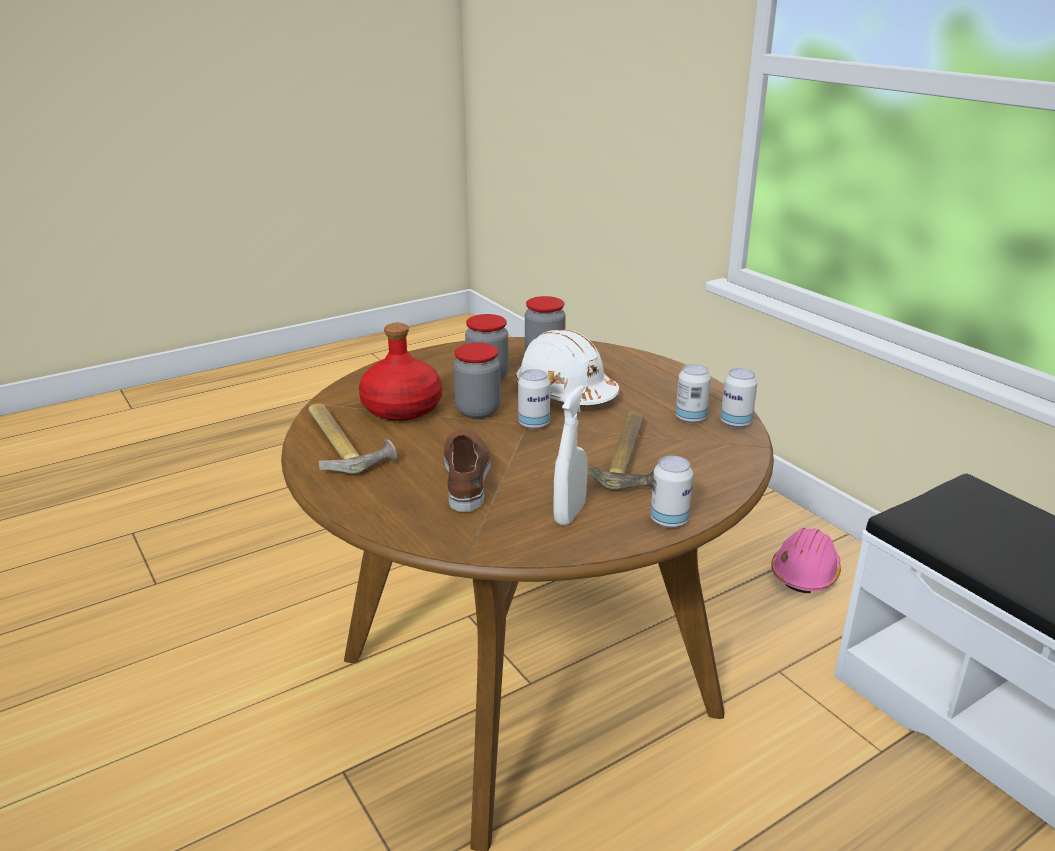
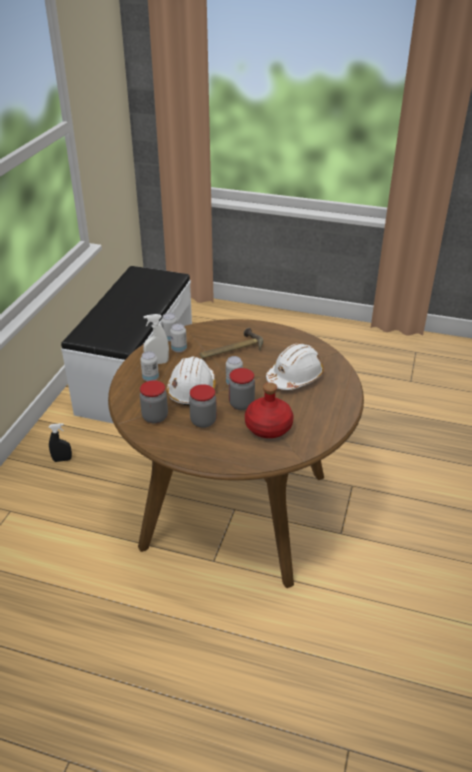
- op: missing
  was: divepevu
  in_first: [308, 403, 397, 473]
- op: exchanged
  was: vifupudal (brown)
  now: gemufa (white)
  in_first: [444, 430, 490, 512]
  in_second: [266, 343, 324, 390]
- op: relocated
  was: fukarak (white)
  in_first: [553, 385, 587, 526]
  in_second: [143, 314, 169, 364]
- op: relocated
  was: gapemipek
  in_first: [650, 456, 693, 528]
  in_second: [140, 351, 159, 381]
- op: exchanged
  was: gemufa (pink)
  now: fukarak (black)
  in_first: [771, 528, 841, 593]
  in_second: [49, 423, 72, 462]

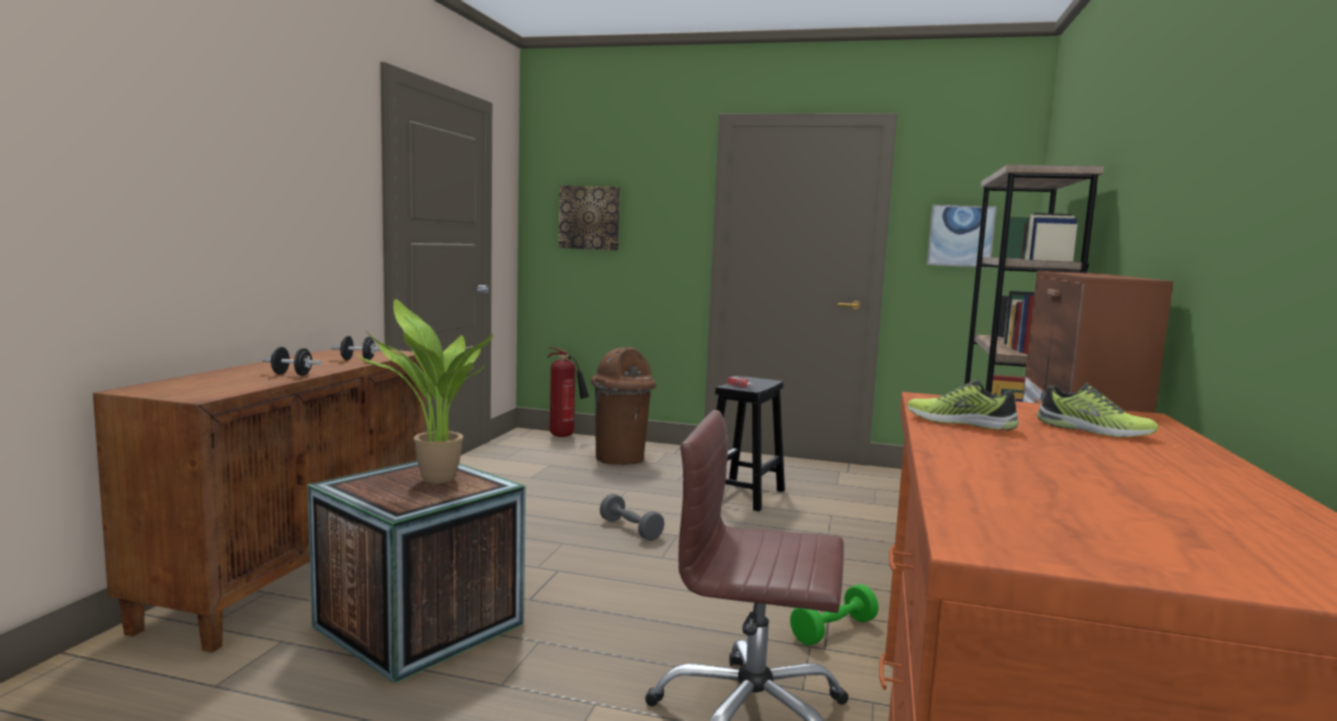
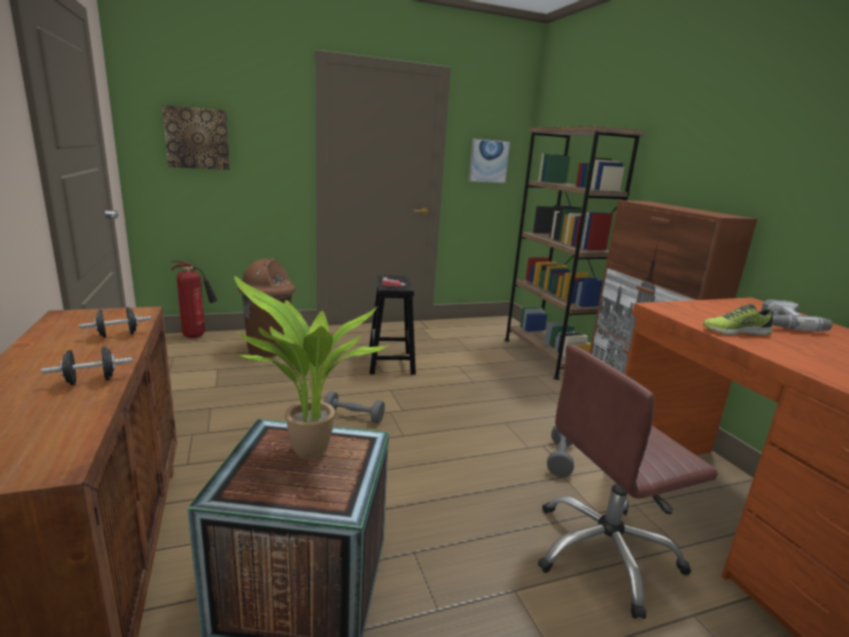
- op: colour
  was: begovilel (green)
  now: begovilel (grey)
  in_first: [790, 584, 879, 646]
  in_second: [547, 425, 574, 477]
- op: exchanged
  was: vifupudal
  now: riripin
  in_first: [1037, 383, 1158, 437]
  in_second: [761, 300, 832, 331]

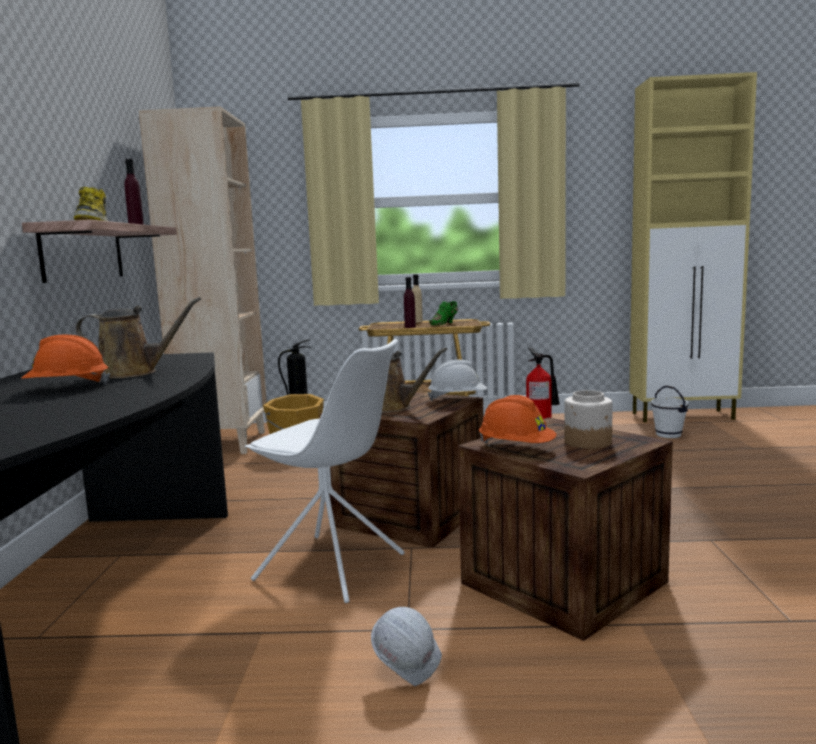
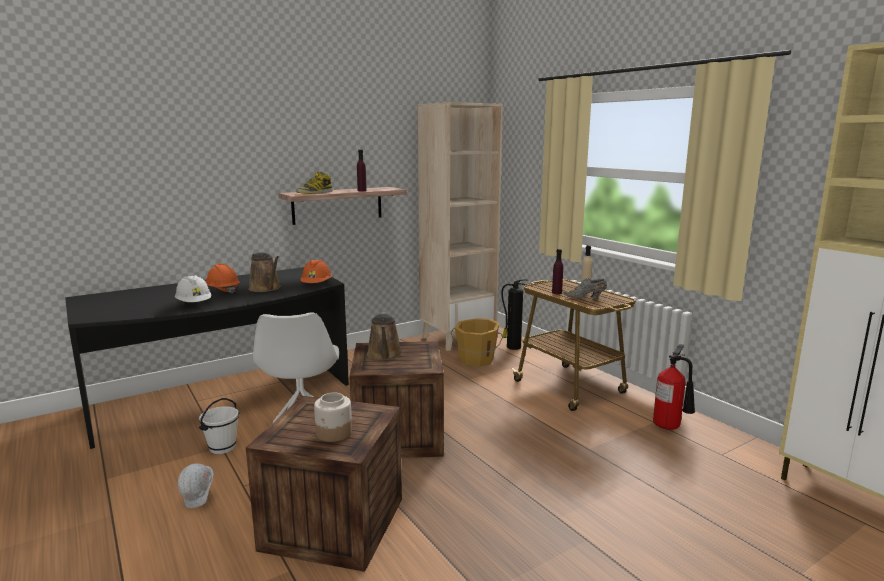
- op: relocated
  was: gemufa (white)
  in_first: [427, 360, 487, 401]
  in_second: [175, 275, 211, 302]
- op: colour
  was: vifupudal (green)
  now: vifupudal (grey)
  in_first: [429, 301, 458, 325]
  in_second: [563, 278, 607, 299]
- op: relocated
  was: gemufa (orange)
  in_first: [479, 395, 556, 443]
  in_second: [300, 260, 332, 283]
- op: relocated
  was: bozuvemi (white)
  in_first: [651, 386, 689, 438]
  in_second: [199, 398, 239, 454]

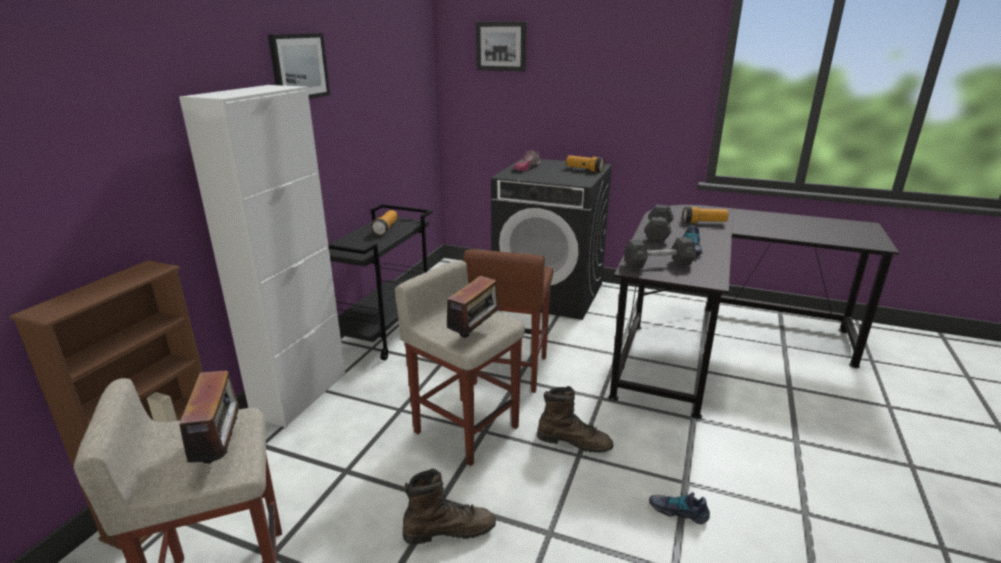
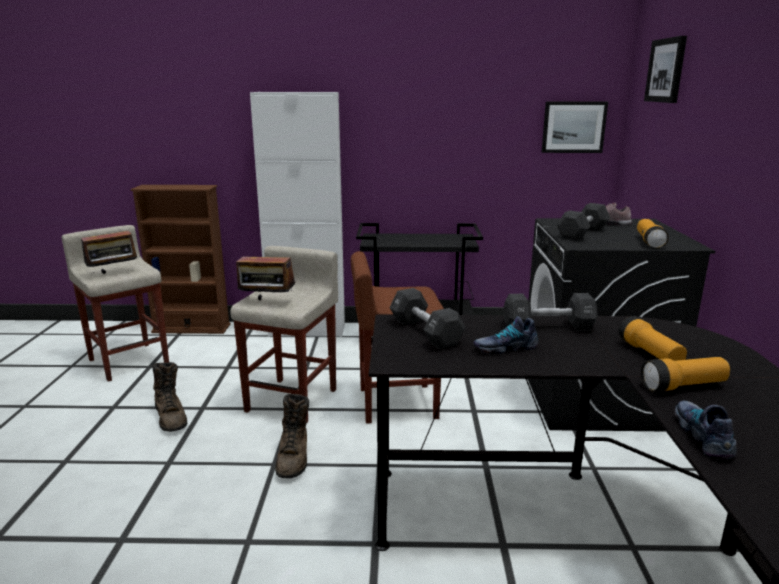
- op: relocated
  was: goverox
  in_first: [268, 33, 330, 99]
  in_second: [542, 102, 608, 153]
- op: relocated
  was: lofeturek
  in_first: [371, 210, 397, 236]
  in_second: [641, 357, 730, 392]
- op: relocated
  was: vifupudal
  in_first: [649, 492, 710, 524]
  in_second: [675, 401, 736, 460]
- op: appeared
  now: begovilel (black)
  in_second: [557, 203, 610, 240]

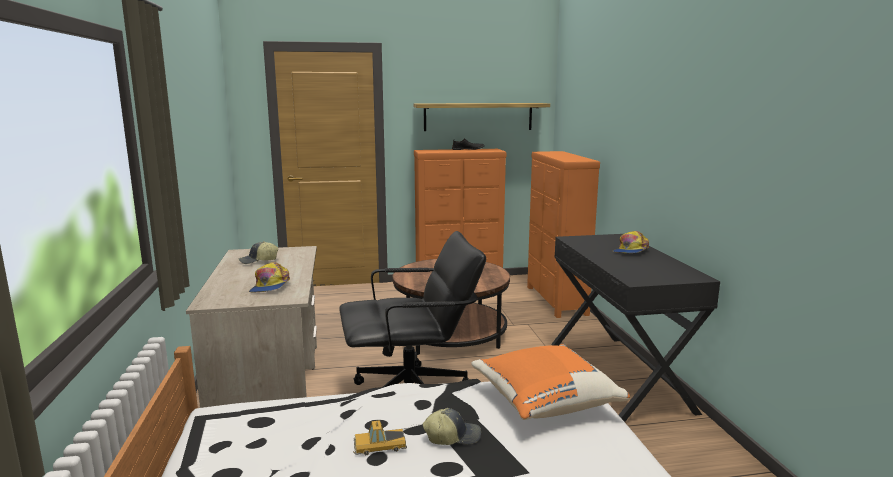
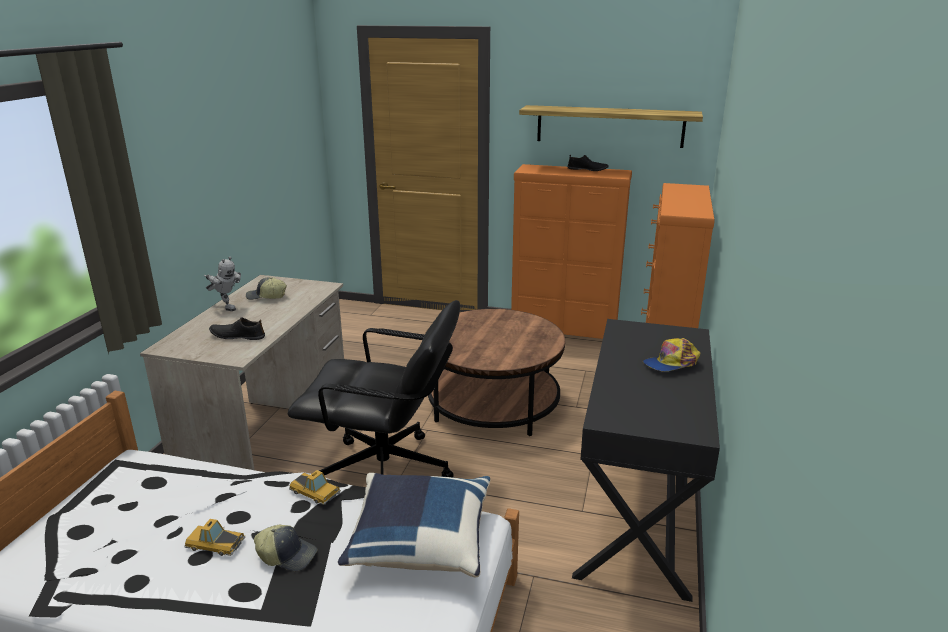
- op: exchanged
  was: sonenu
  now: vifupudal (black)
  in_first: [249, 262, 290, 293]
  in_second: [209, 317, 265, 340]
- op: colour
  was: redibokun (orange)
  now: redibokun (blue)
  in_first: [471, 344, 630, 420]
  in_second: [338, 473, 490, 577]
- op: appeared
  now: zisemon
  in_second: [204, 256, 241, 311]
- op: appeared
  now: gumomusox
  in_second: [289, 470, 341, 505]

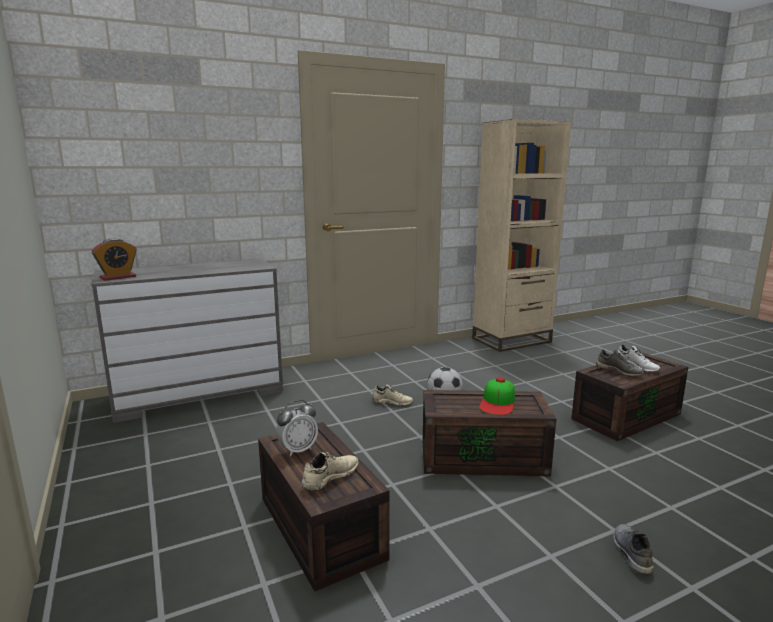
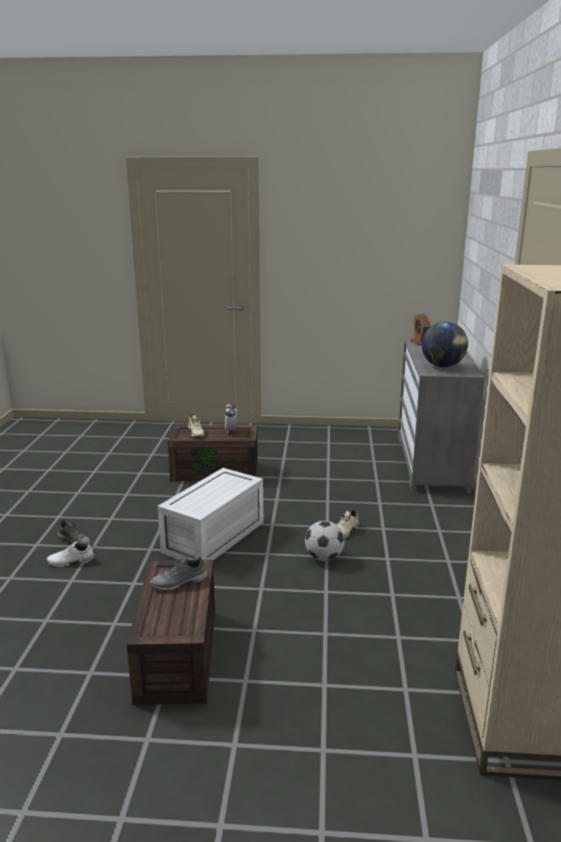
- op: colour
  was: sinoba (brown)
  now: sinoba (white)
  in_first: [423, 390, 556, 476]
  in_second: [158, 468, 263, 561]
- op: missing
  was: sonenu
  in_first: [479, 377, 515, 415]
- op: relocated
  was: vifupudal (white)
  in_first: [618, 345, 661, 372]
  in_second: [47, 542, 95, 567]
- op: appeared
  now: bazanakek
  in_second: [422, 322, 468, 367]

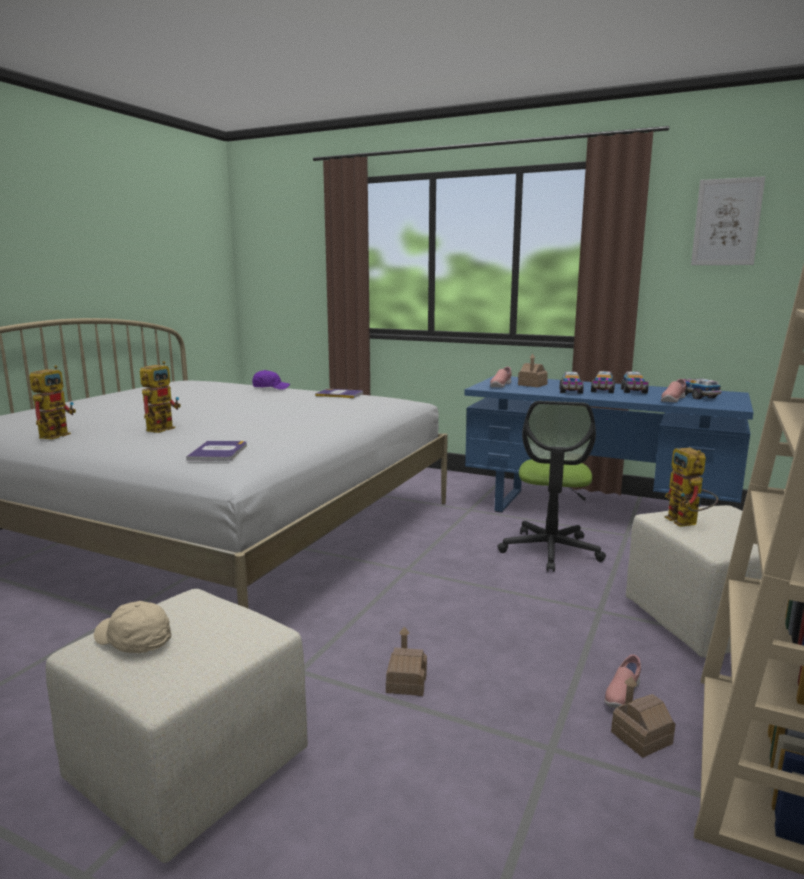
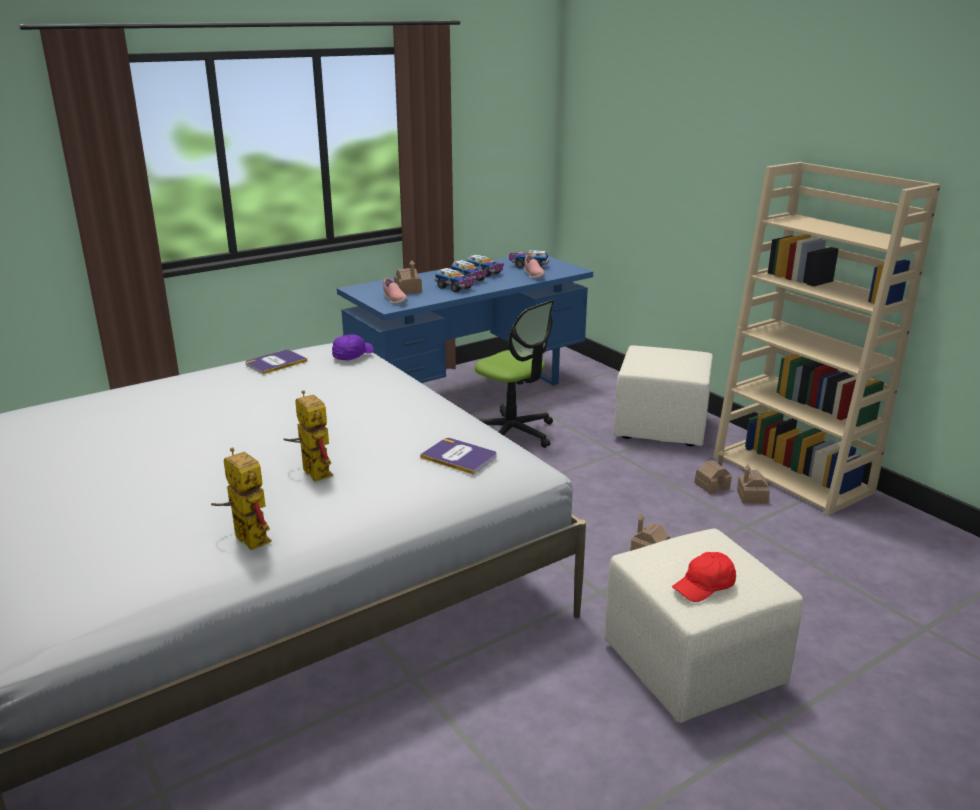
- op: colour
  was: sonenu (beige)
  now: sonenu (red)
  in_first: [94, 601, 172, 653]
  in_second: [672, 552, 736, 602]
- op: relocated
  was: sonenu (purple)
  in_first: [252, 370, 290, 390]
  in_second: [332, 334, 374, 360]
- op: exchanged
  was: vifupudal (pink)
  now: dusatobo
  in_first: [605, 654, 641, 708]
  in_second: [694, 450, 732, 494]
- op: missing
  was: zisemon
  in_first: [665, 448, 718, 527]
- op: missing
  was: goverox
  in_first: [691, 176, 765, 265]

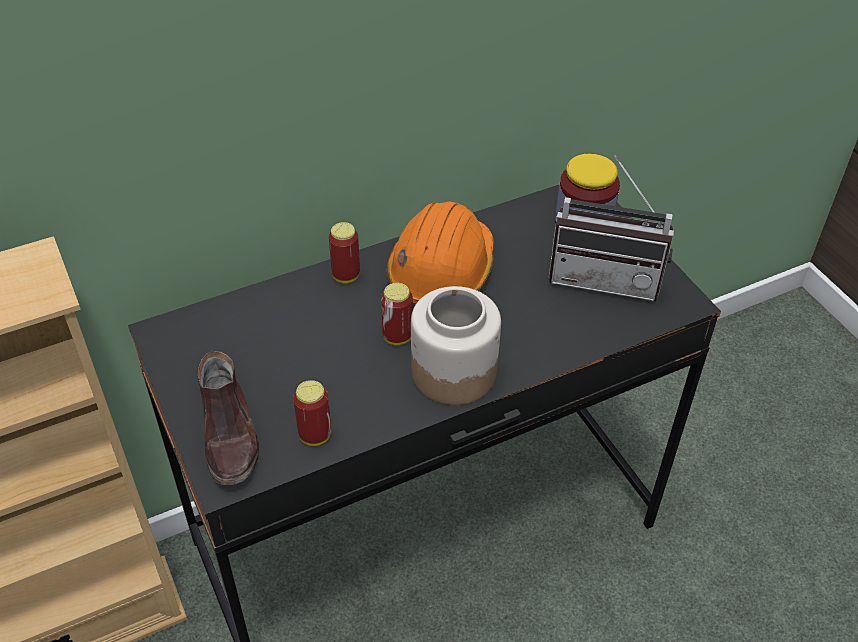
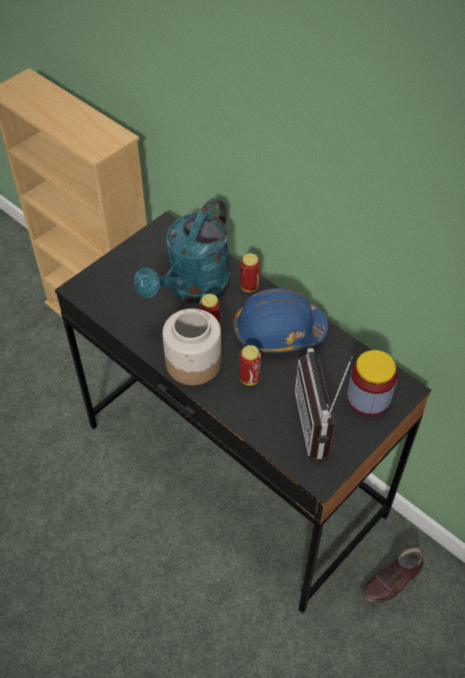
- op: relocated
  was: vifupudal (brown)
  in_first: [198, 351, 259, 485]
  in_second: [361, 547, 423, 603]
- op: relocated
  was: gapemipek
  in_first: [293, 380, 331, 446]
  in_second: [239, 345, 261, 385]
- op: colour
  was: gemufa (orange)
  now: gemufa (blue)
  in_first: [387, 201, 494, 304]
  in_second: [234, 288, 329, 353]
- op: appeared
  now: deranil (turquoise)
  in_second: [134, 198, 230, 304]

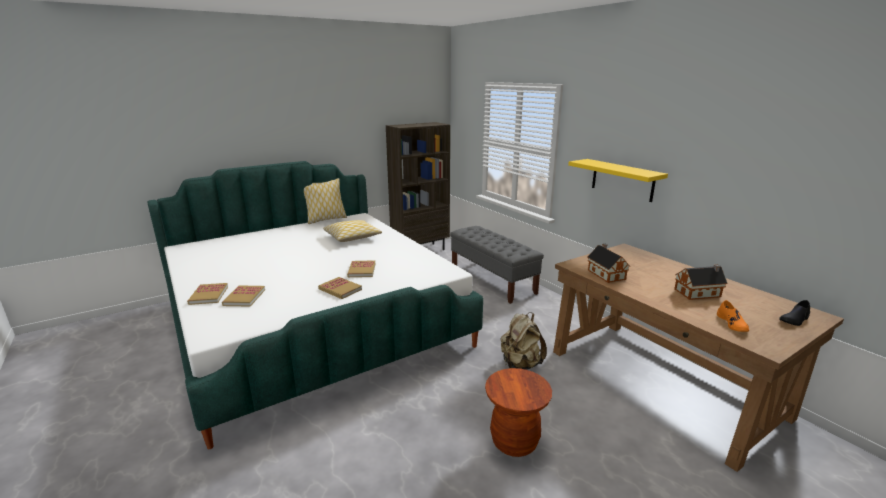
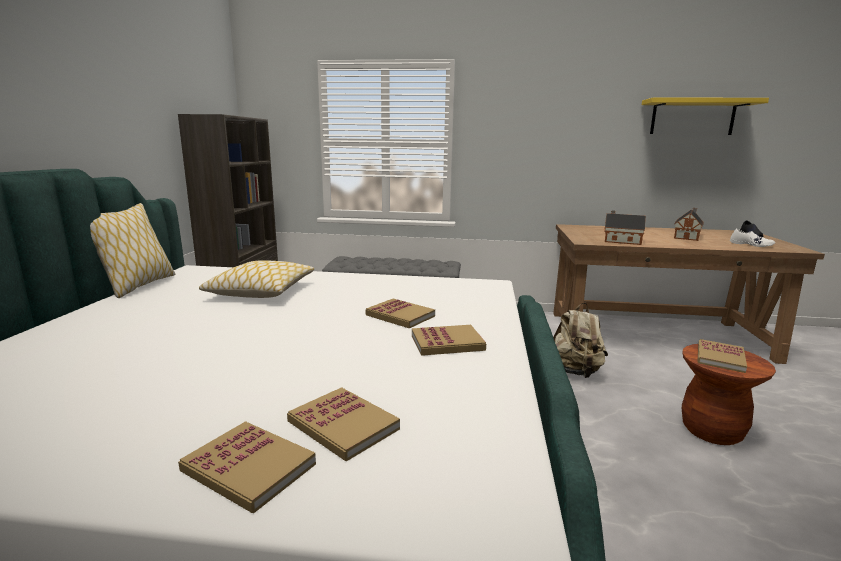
- op: relocated
  was: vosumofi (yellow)
  in_first: [568, 159, 668, 202]
  in_second: [642, 97, 769, 135]
- op: colour
  was: vifupudal (orange)
  now: vifupudal (white)
  in_first: [717, 300, 749, 332]
  in_second: [730, 228, 775, 247]
- op: appeared
  now: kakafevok
  in_second: [698, 339, 747, 373]

